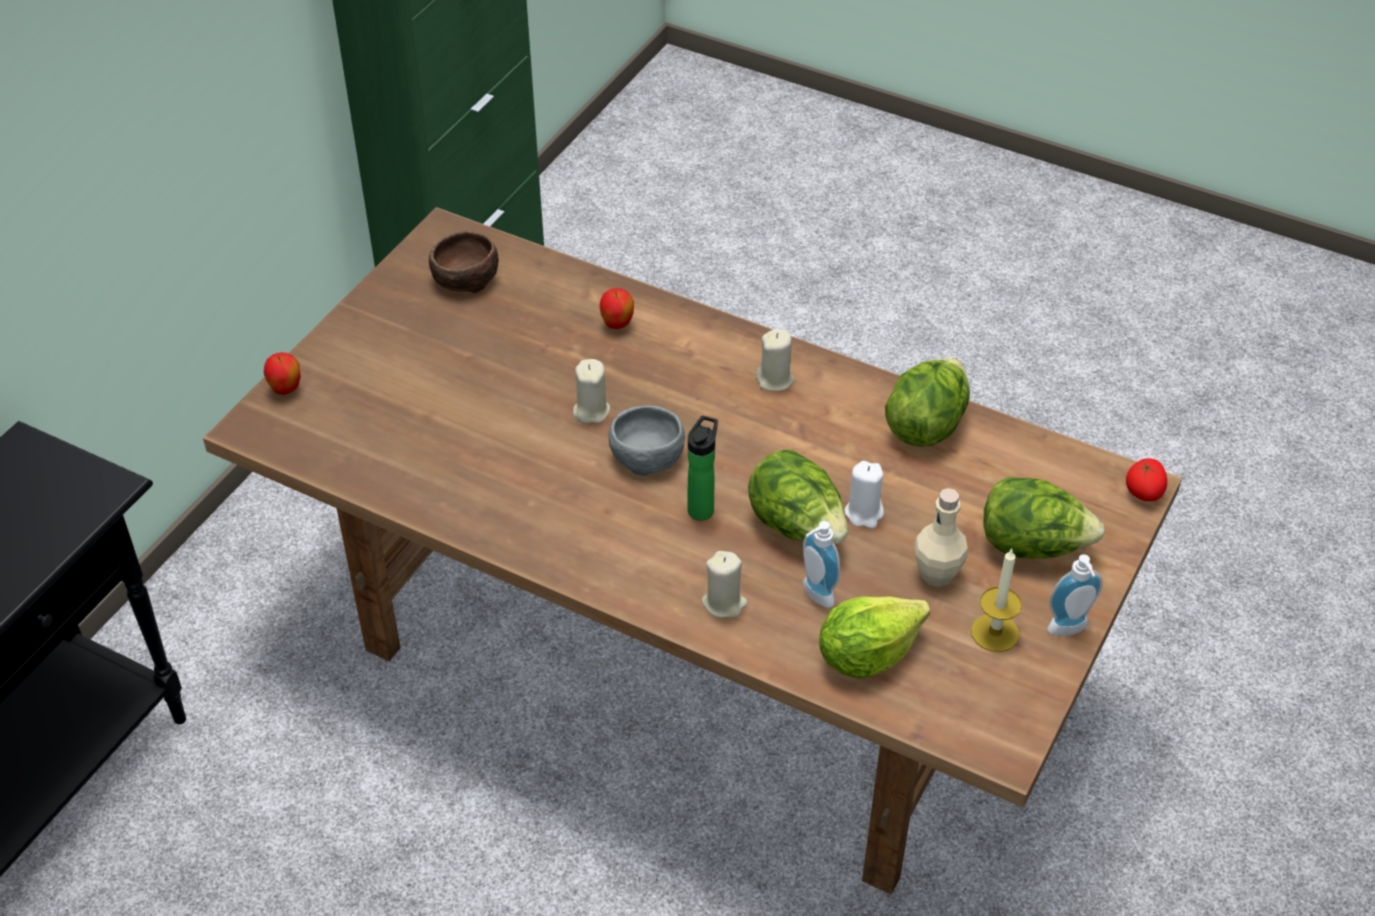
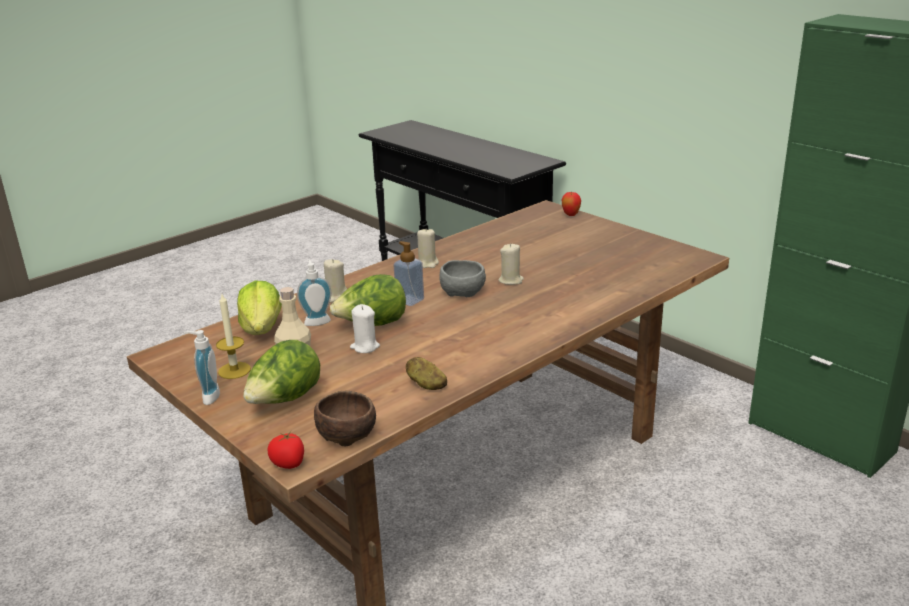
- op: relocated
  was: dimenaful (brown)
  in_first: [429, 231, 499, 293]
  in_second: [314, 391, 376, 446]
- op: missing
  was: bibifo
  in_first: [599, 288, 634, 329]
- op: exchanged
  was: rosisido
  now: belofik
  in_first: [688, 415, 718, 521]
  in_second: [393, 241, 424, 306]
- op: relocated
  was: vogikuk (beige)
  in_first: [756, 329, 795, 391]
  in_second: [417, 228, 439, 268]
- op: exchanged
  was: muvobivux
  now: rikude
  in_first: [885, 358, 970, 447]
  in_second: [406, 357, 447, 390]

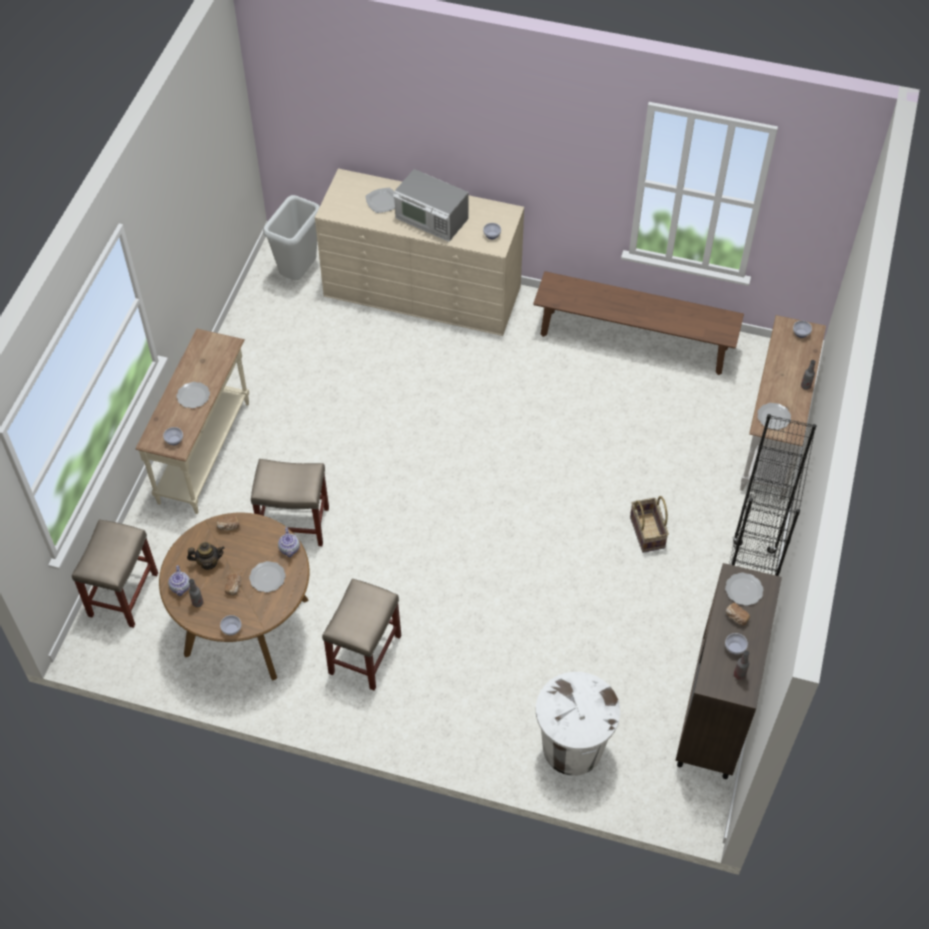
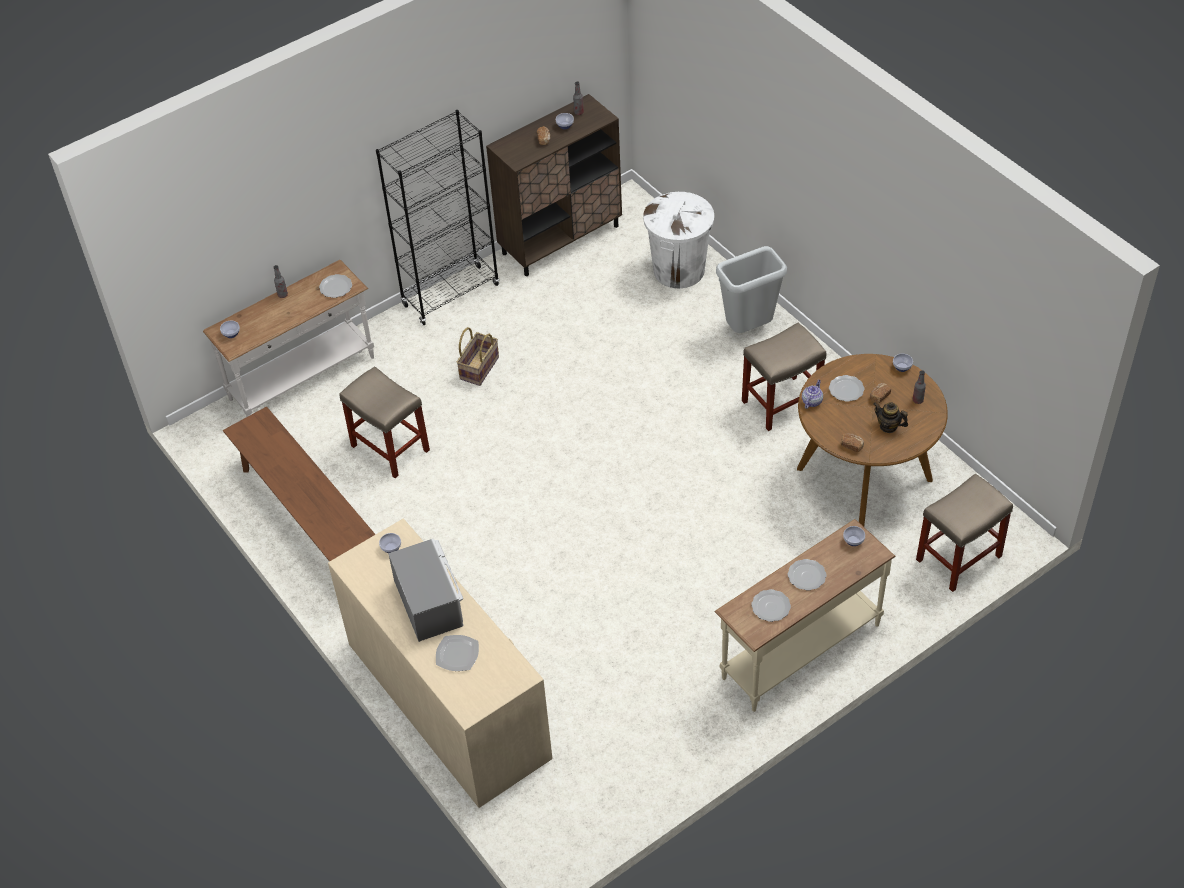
- op: missing
  was: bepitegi
  in_first: [168, 565, 190, 596]
- op: relocated
  was: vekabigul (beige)
  in_first: [251, 459, 329, 546]
  in_second: [339, 366, 430, 478]
- op: relocated
  was: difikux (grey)
  in_first: [263, 195, 320, 280]
  in_second: [716, 246, 787, 333]
- op: relocated
  was: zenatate
  in_first: [725, 573, 764, 606]
  in_second: [751, 589, 791, 622]

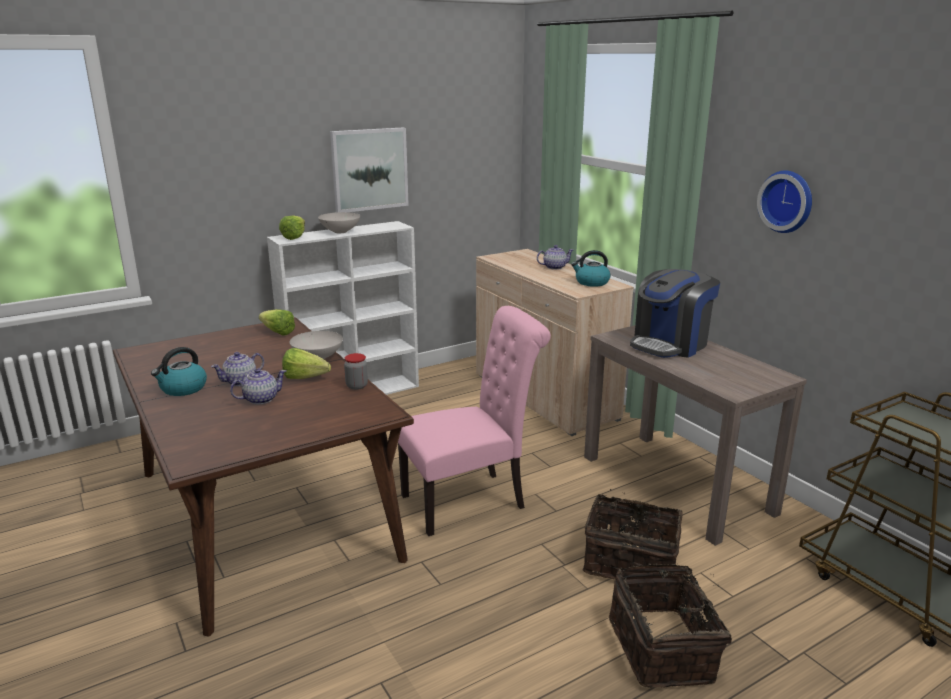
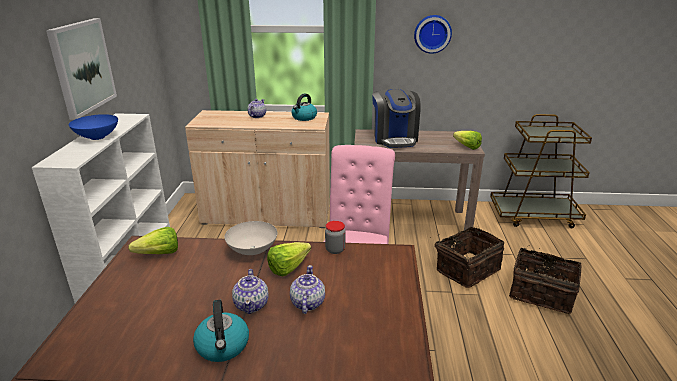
- op: relocated
  was: muvobivux
  in_first: [279, 216, 305, 240]
  in_second: [453, 131, 482, 150]
- op: colour
  was: dimenaful (white)
  now: dimenaful (blue)
  in_first: [318, 212, 360, 233]
  in_second: [69, 114, 118, 140]

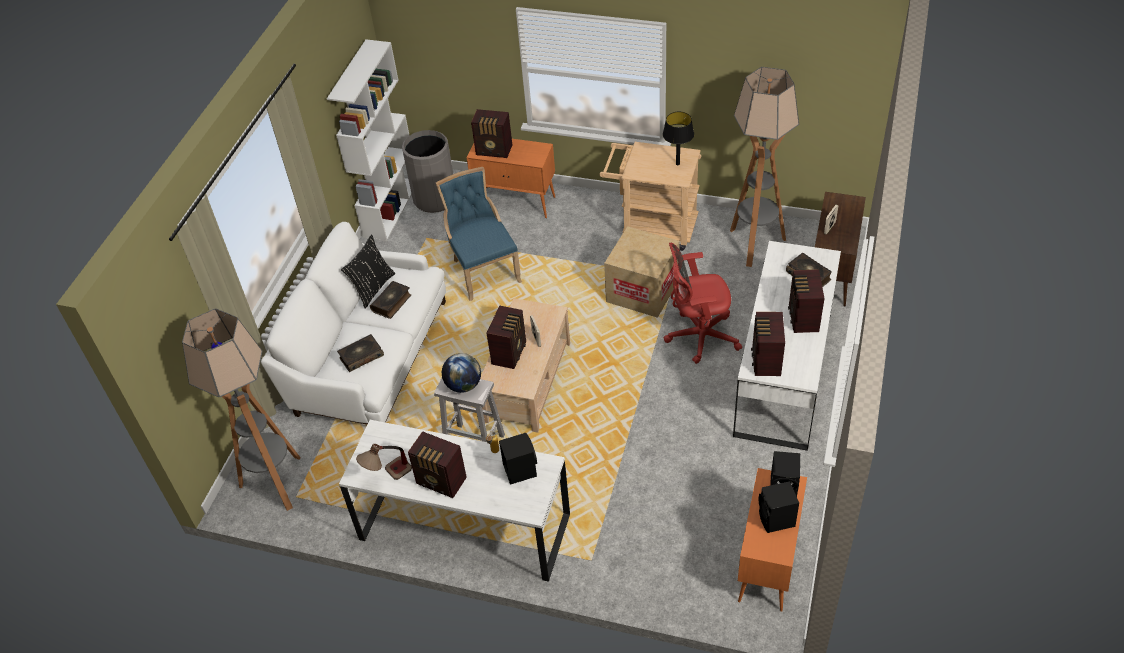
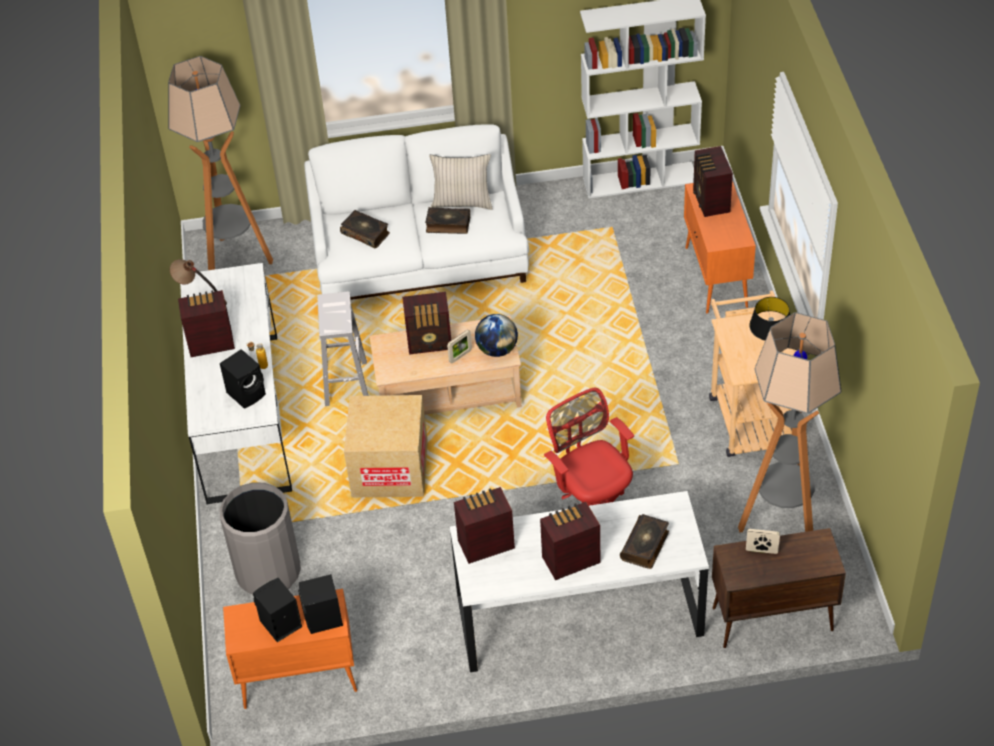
- op: colour
  was: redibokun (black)
  now: redibokun (beige)
  in_first: [341, 234, 395, 309]
  in_second: [429, 154, 493, 210]
- op: relocated
  was: difikux (grey)
  in_first: [402, 130, 453, 213]
  in_second: [220, 483, 301, 594]
- op: spun
  was: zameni
  in_first: [408, 431, 467, 498]
  in_second: [178, 290, 235, 357]
  clockwise: 75
- op: missing
  was: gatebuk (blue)
  in_first: [436, 167, 522, 301]
- op: relocated
  was: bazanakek
  in_first: [442, 353, 481, 393]
  in_second: [475, 314, 518, 357]
- op: relocated
  was: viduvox
  in_first: [604, 226, 680, 318]
  in_second: [344, 395, 428, 497]

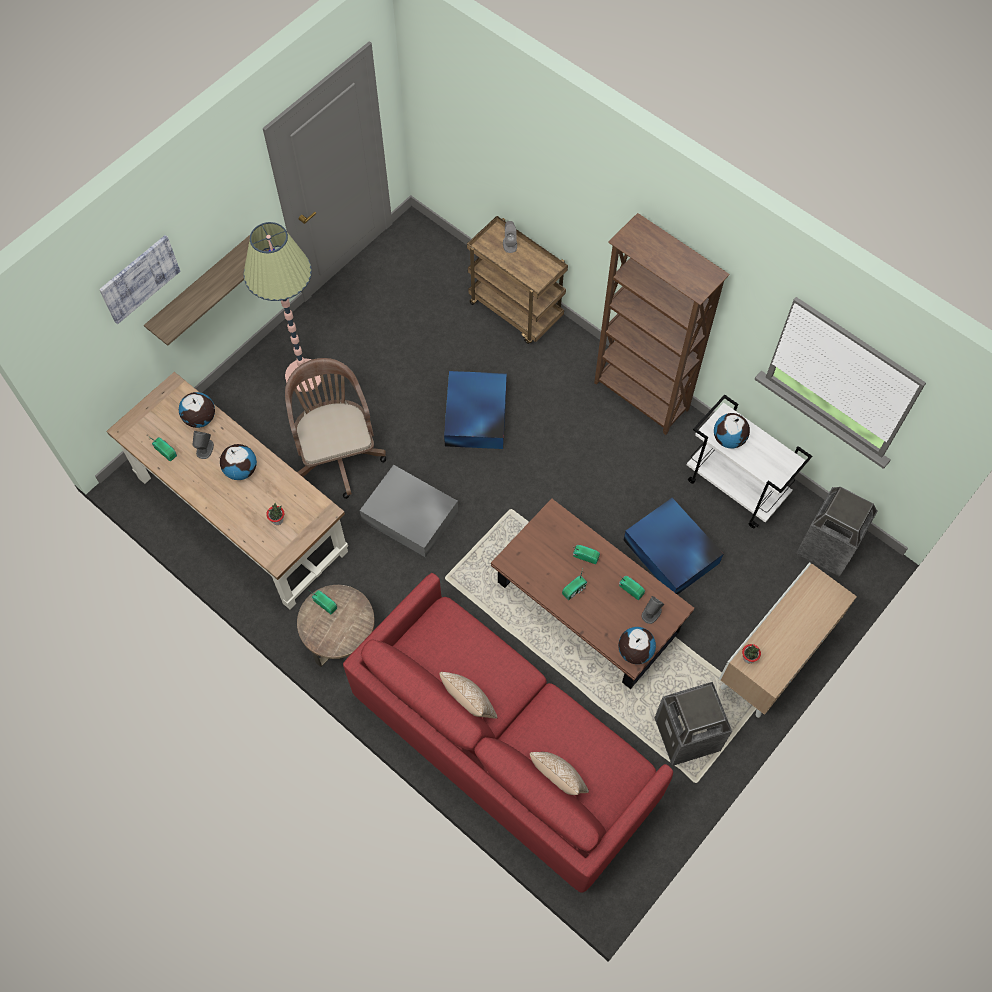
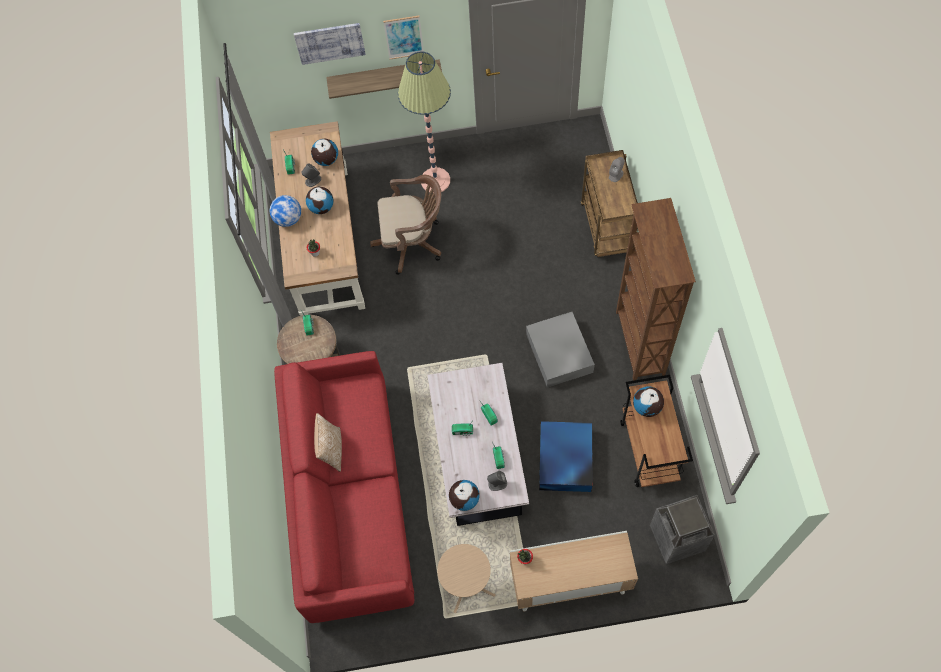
- op: spun
  was: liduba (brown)
  in_first: [285, 358, 386, 499]
  in_second: [370, 175, 441, 275]
  clockwise: 60
- op: relocated
  was: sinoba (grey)
  in_first: [360, 465, 458, 558]
  in_second: [526, 312, 595, 388]
- op: missing
  was: sinoba (blue)
  in_first: [444, 371, 507, 449]
- op: colour
  was: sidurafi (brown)
  now: sidurafi (white)
  in_first: [491, 498, 694, 689]
  in_second: [427, 363, 529, 526]
- op: missing
  was: redibokun
  in_first: [530, 752, 589, 795]
- op: exchanged
  was: difikux
  now: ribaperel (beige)
  in_first: [654, 682, 732, 766]
  in_second: [437, 544, 496, 613]
- op: colour
  was: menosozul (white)
  now: menosozul (brown)
  in_first: [687, 394, 812, 528]
  in_second: [620, 375, 693, 487]
- op: appeared
  now: bazanakek
  in_second: [270, 195, 301, 227]
- op: appeared
  now: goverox
  in_second: [383, 16, 424, 59]

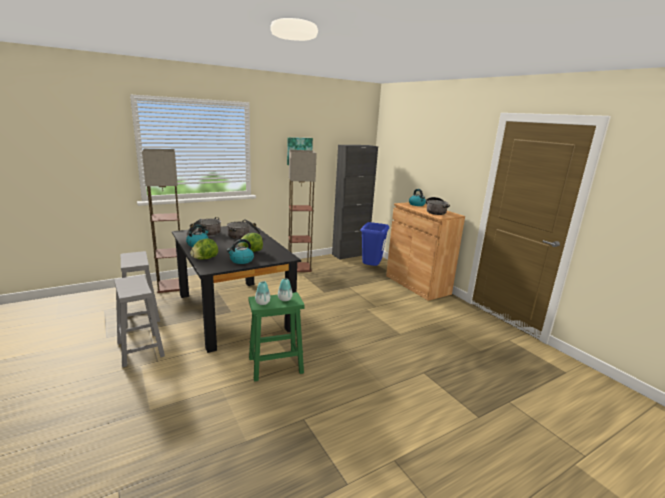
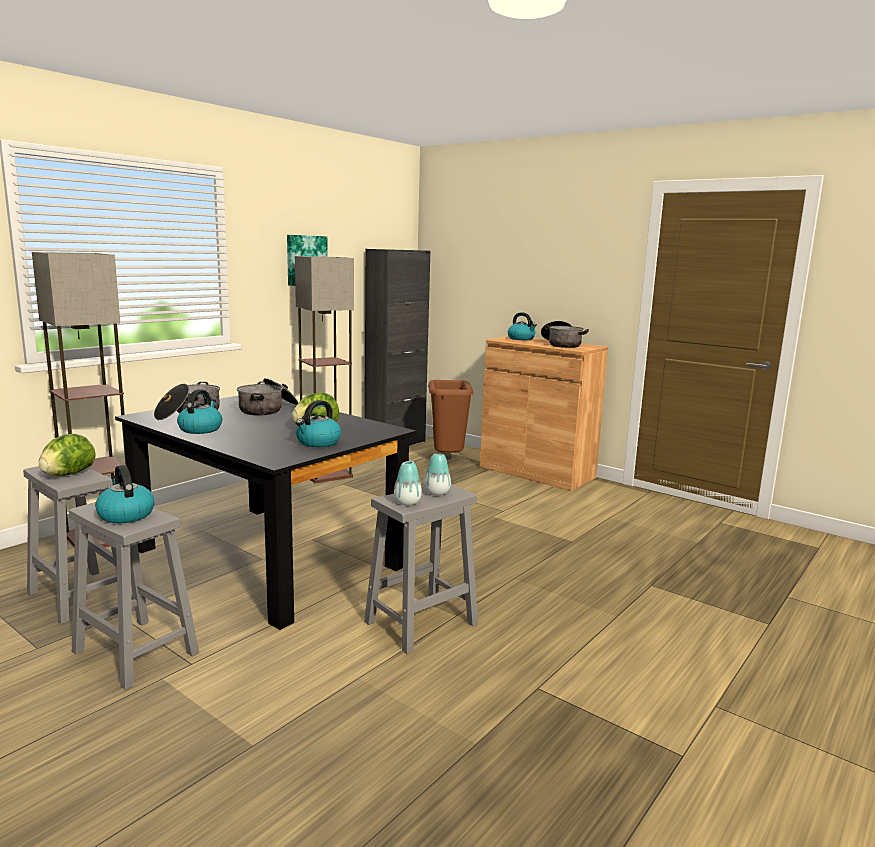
- op: relocated
  was: muvobivux
  in_first: [190, 239, 218, 260]
  in_second: [39, 434, 96, 476]
- op: colour
  was: vekabigul (green)
  now: vekabigul (grey)
  in_first: [248, 292, 305, 382]
  in_second: [364, 484, 478, 654]
- op: colour
  was: difikux (blue)
  now: difikux (brown)
  in_first: [360, 222, 389, 266]
  in_second: [428, 380, 474, 452]
- op: appeared
  now: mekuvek
  in_second: [95, 465, 155, 523]

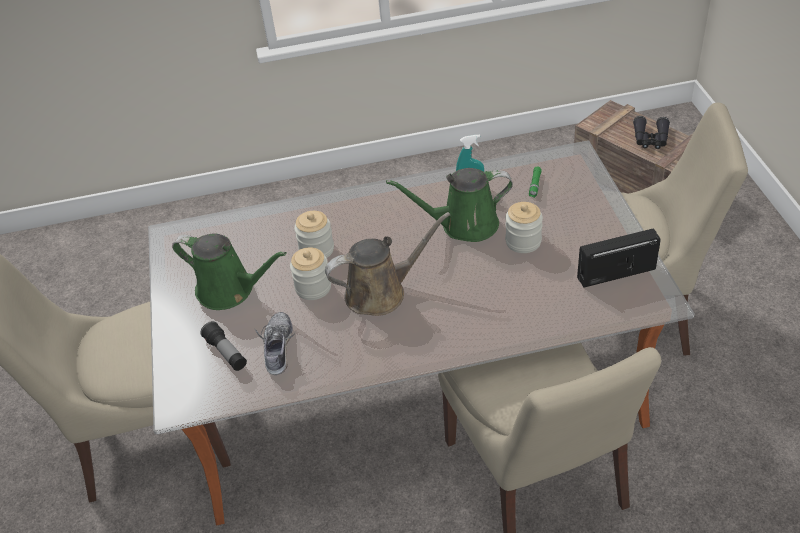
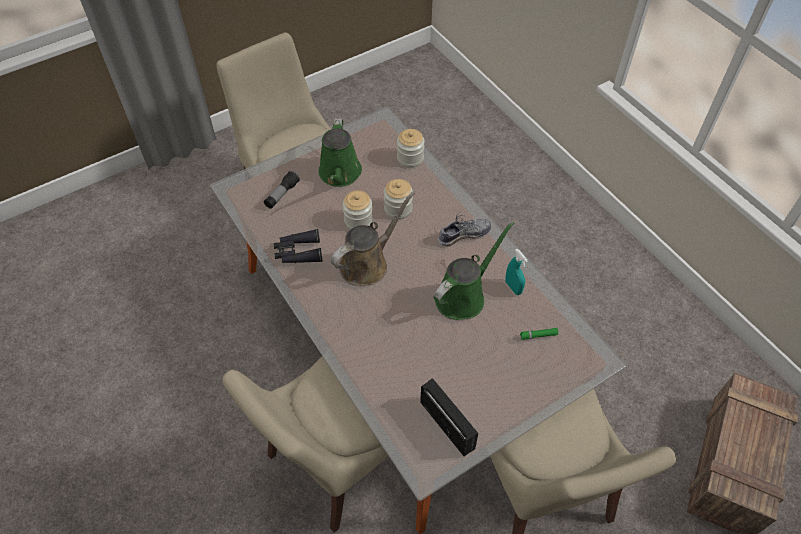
- op: relocated
  was: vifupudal
  in_first: [254, 312, 295, 375]
  in_second: [438, 211, 491, 246]
- op: spun
  was: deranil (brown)
  in_first: [325, 212, 450, 316]
  in_second: [331, 192, 415, 286]
  clockwise: -90
- op: spun
  was: deranil (green)
  in_first: [386, 168, 513, 242]
  in_second: [433, 222, 514, 320]
  clockwise: 75
- op: relocated
  was: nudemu
  in_first: [505, 202, 543, 253]
  in_second: [397, 129, 425, 168]
- op: relocated
  was: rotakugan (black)
  in_first: [633, 116, 670, 149]
  in_second: [273, 229, 323, 263]

